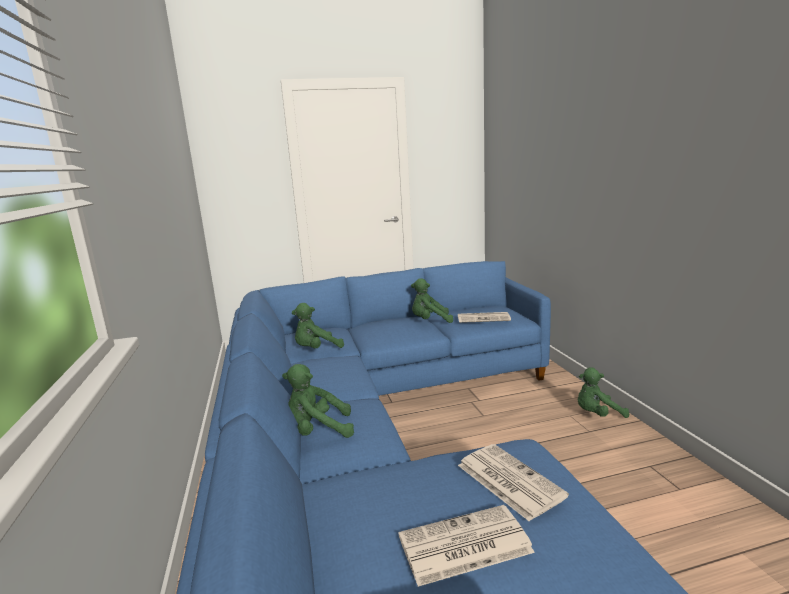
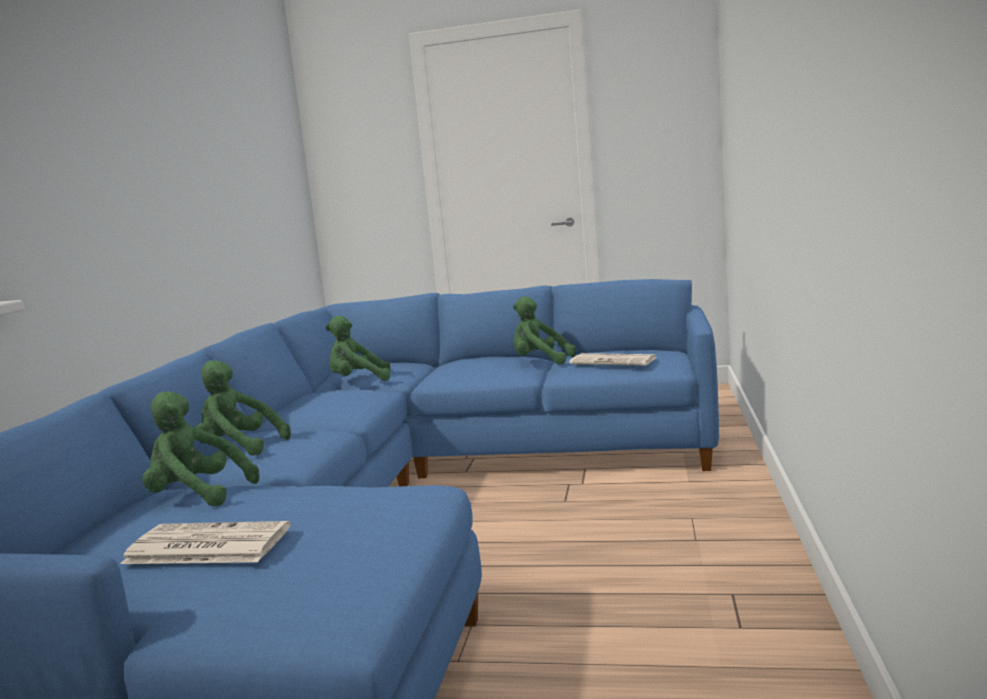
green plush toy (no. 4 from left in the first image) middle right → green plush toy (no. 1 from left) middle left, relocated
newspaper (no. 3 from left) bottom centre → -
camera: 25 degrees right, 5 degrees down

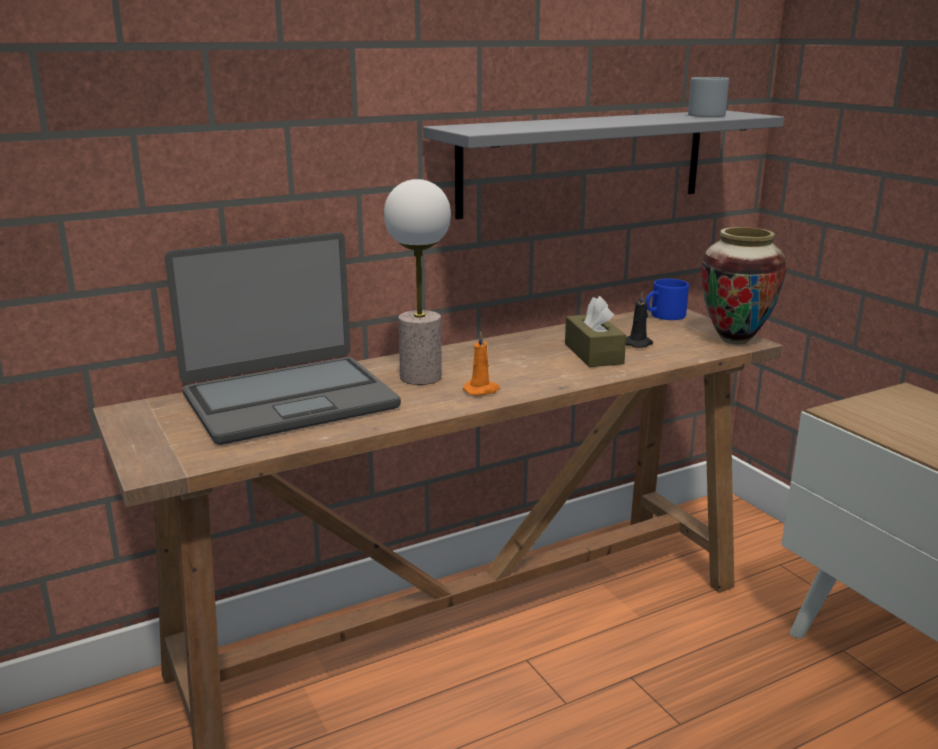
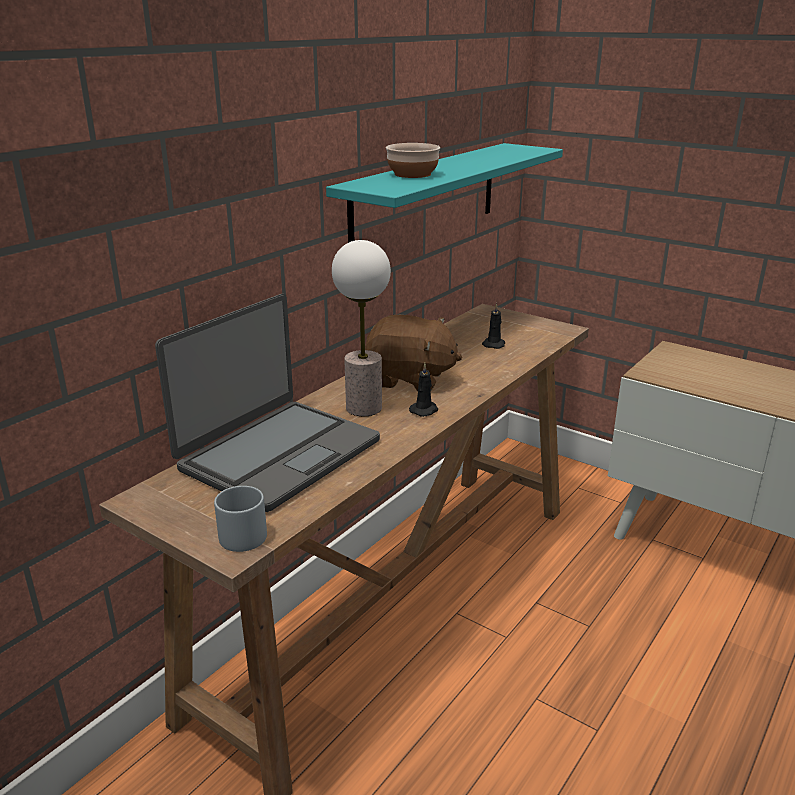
grey mug top right → grey mug middle left, relocated
grey shelf top centre → turquoise shelf top centre
- → brown plush toy centre
- → bowl top centre
orange candle centre → black candle (no. 1 from left) centre
brown tissue box centre → -
blue mug middle right → -
vase middle right → -
camera: 25 degrees left, 5 degrees up

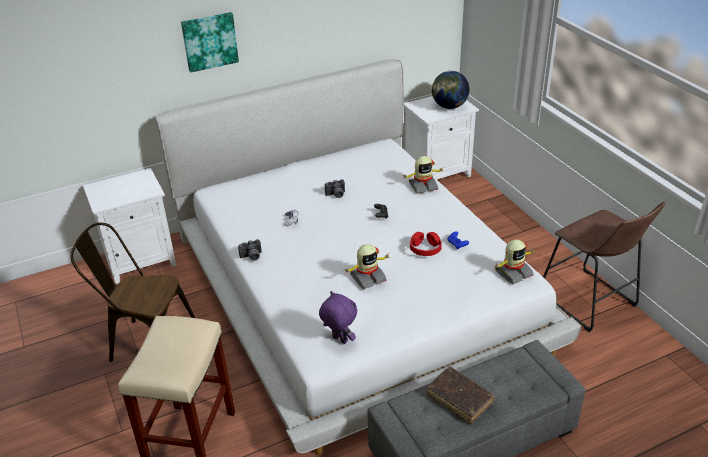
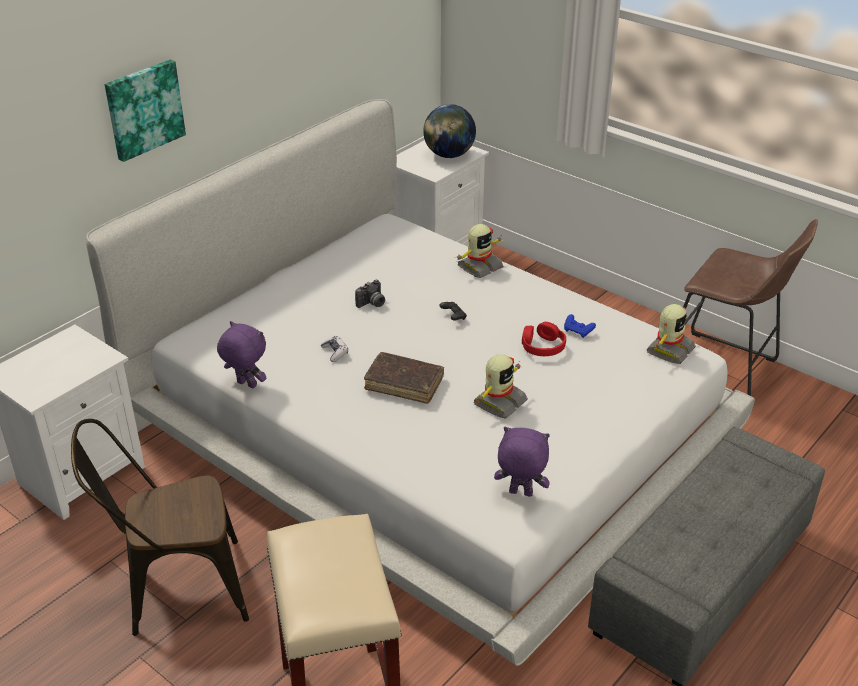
- → purple plush toy (no. 1 from left) middle left
brown book bottom centre → brown book centre, relocated
photo camera (no. 1 from left) centre → -
camera: 25 degrees left, 0 degrees up

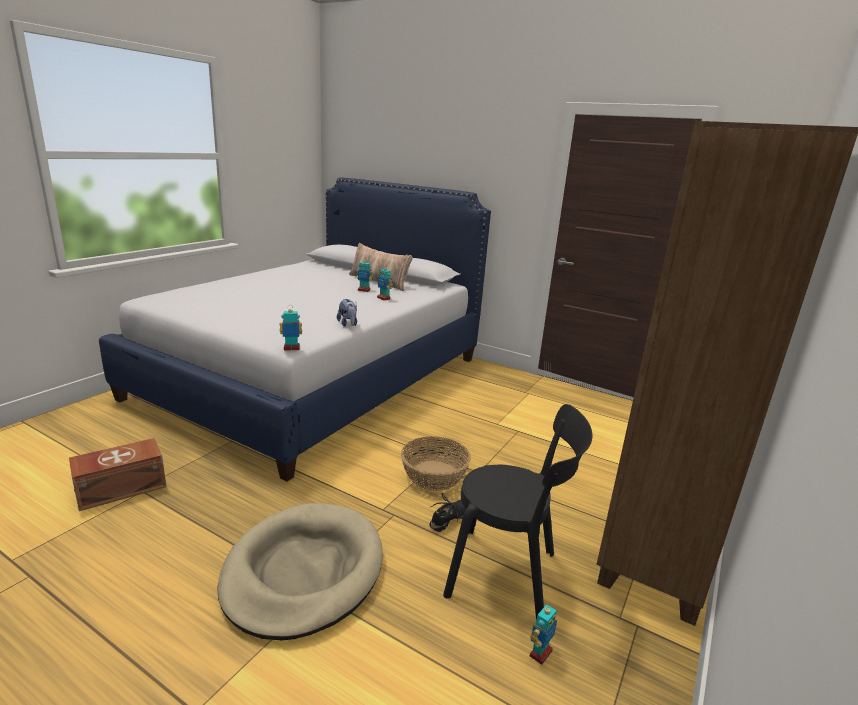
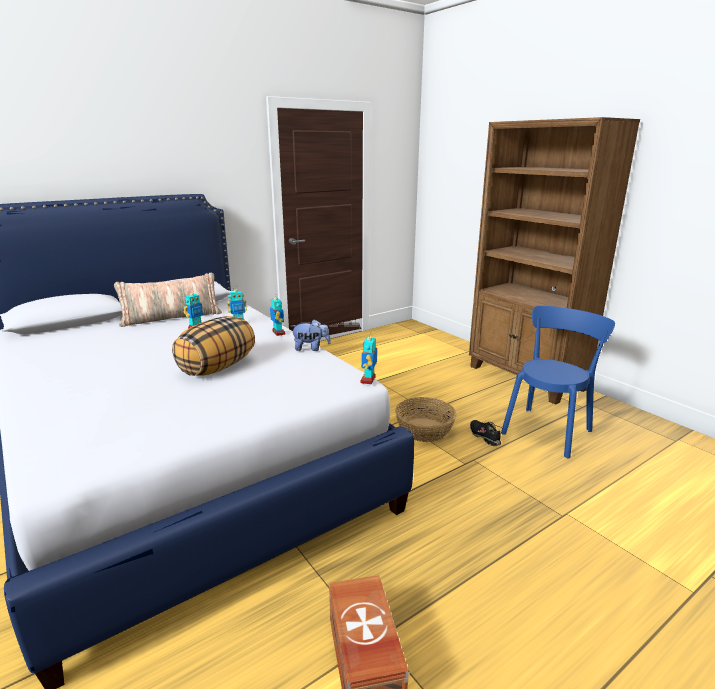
- → pillow (no. 2 from left) middle left
toy robot (no. 4 from left in the first image) bottom centre → toy robot (no. 3 from left) centre, relocated
black chair bottom centre → blue chair middle right
beige dog bed bottom centre → -
camera: 65 degrees left, 0 degrees up

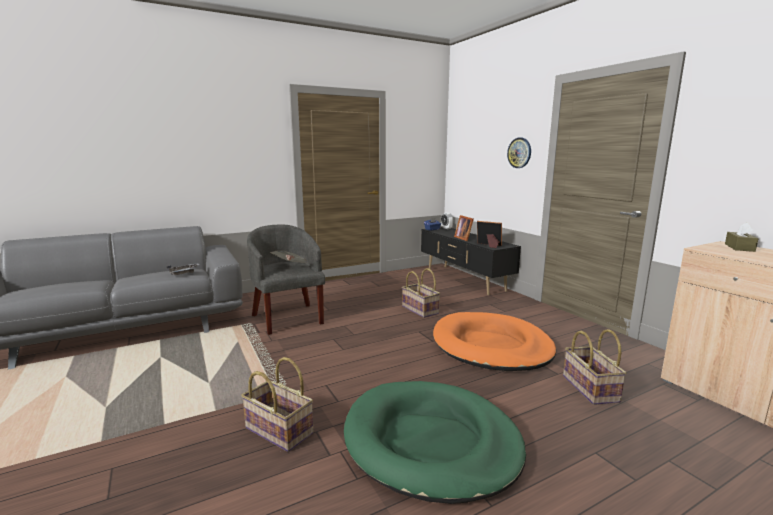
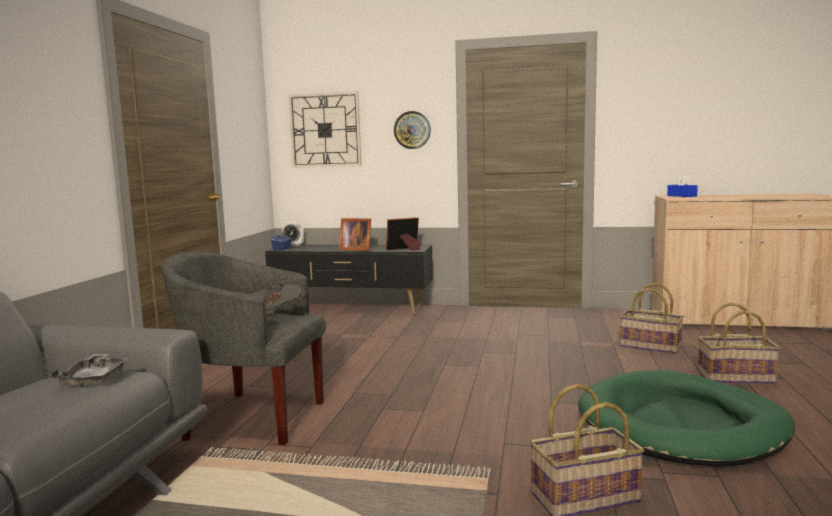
- → wall clock (no. 1 from left) top centre
brown tissue box middle right → blue tissue box (no. 2 from left) middle right
basket (no. 2 from left in the first image) centre → basket (no. 3 from left) middle right, relocated
orange dog bed centre → -
camera: 50 degrees left, 5 degrees down

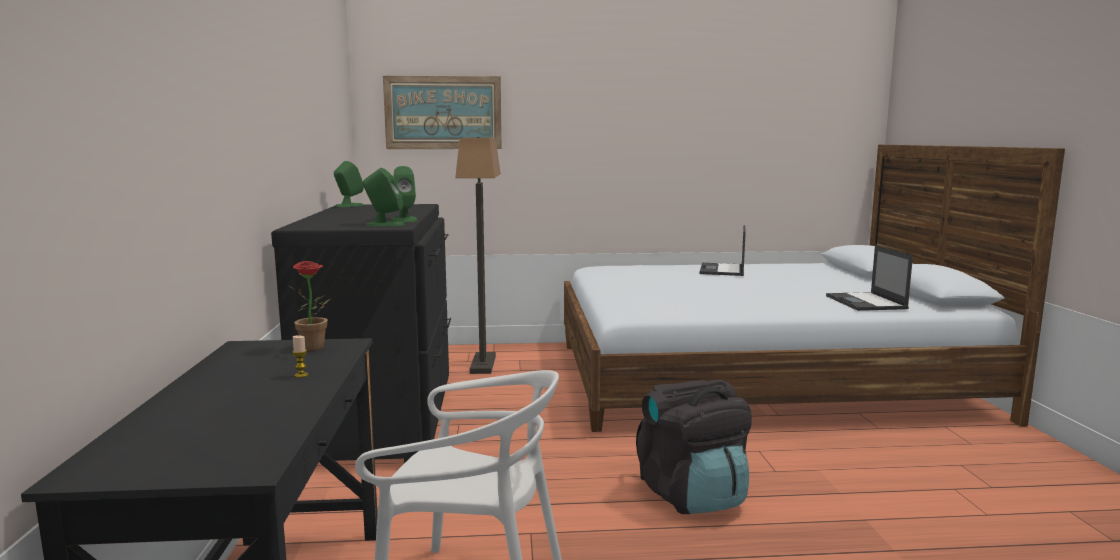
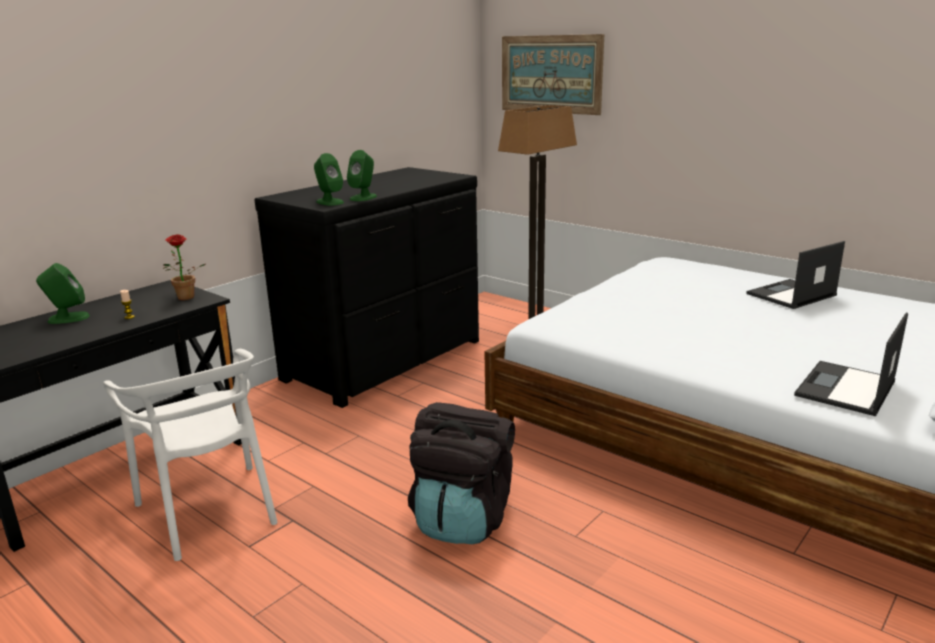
green speaker (no. 1 from left) top left → green speaker (no. 1 from left) middle left, relocated
camera: 45 degrees right, 10 degrees up

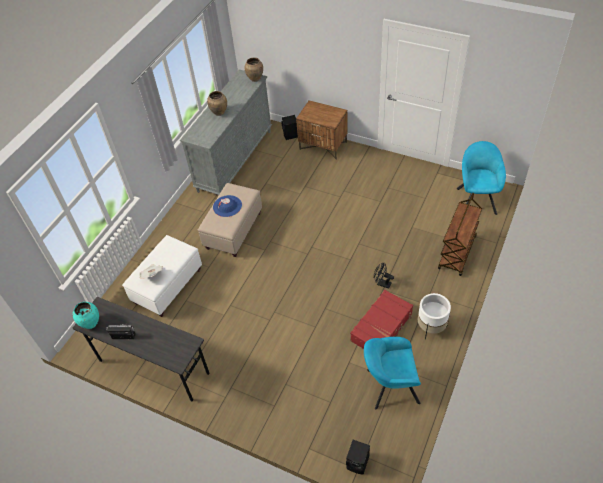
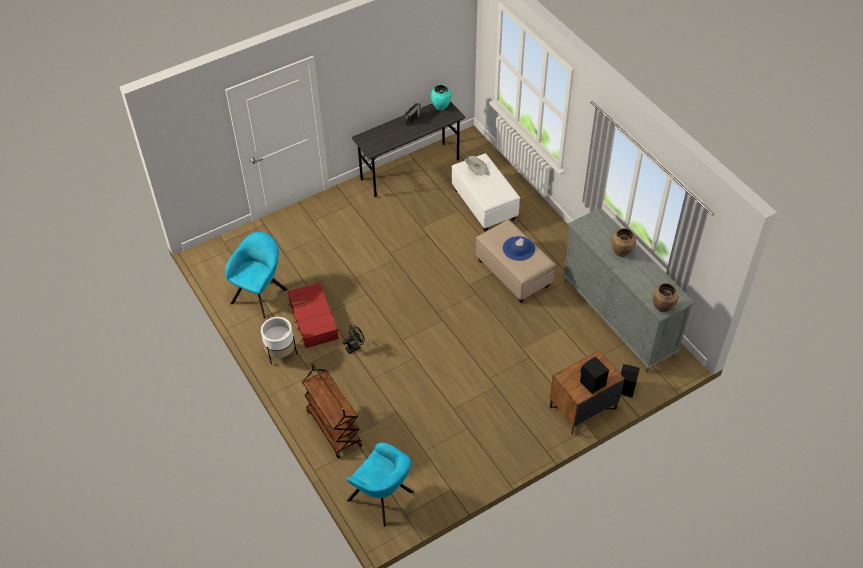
black speaker (no. 2 from left in the first image) bottom centre → black speaker (no. 1 from left) middle right, relocated
camera: 120 degrees right, 0 degrees up

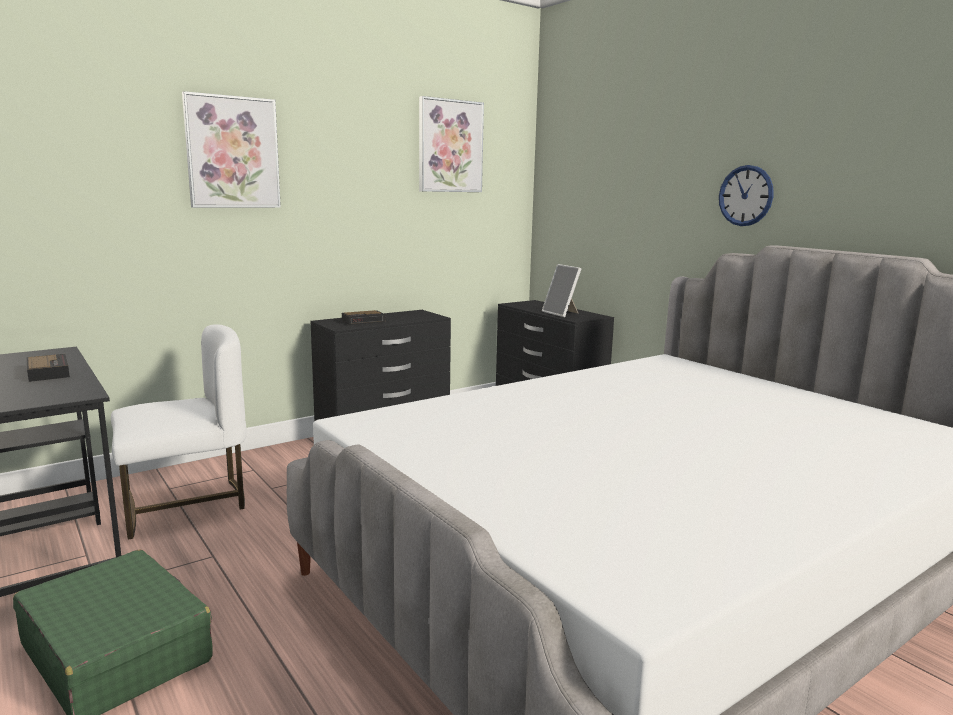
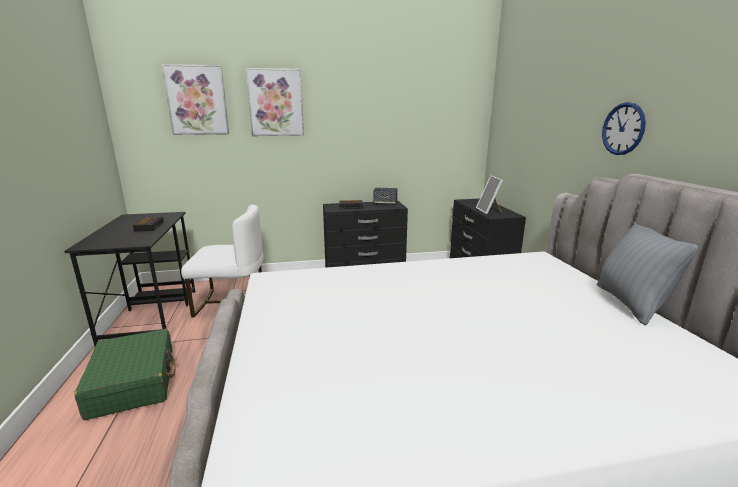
picture (no. 2 from left in the first image) top centre → picture (no. 1 from left) top left, relocated
- → speaker centre
- → grey pillow middle right
camera: 25 degrees right, 5 degrees up

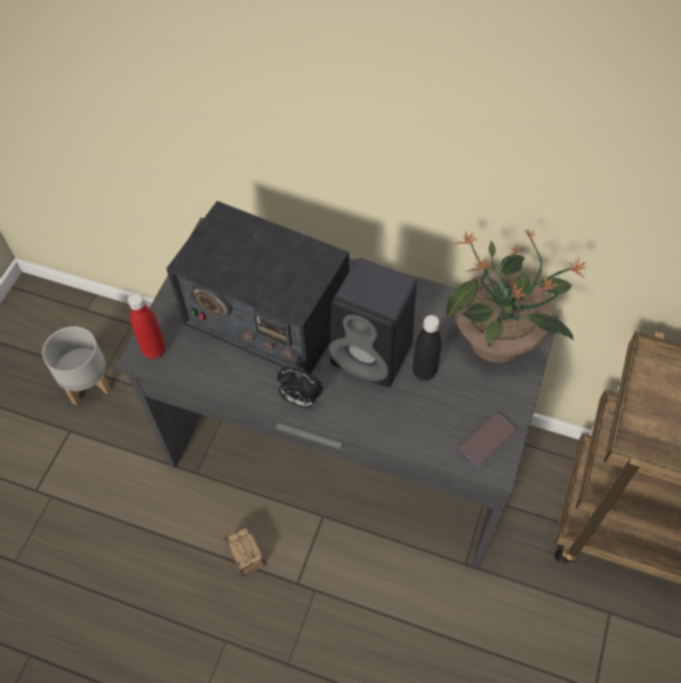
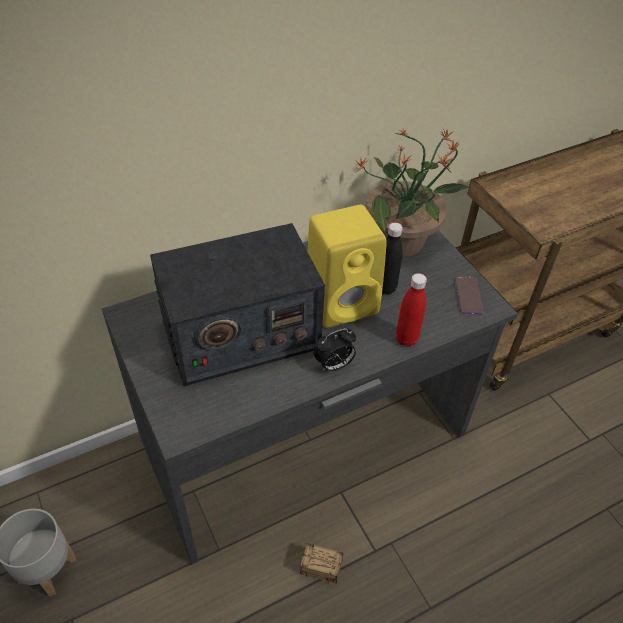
black speaker centre → yellow speaker centre
red bottle middle left → red bottle centre, relocated
camera: 50 degrees left, 10 degrees down

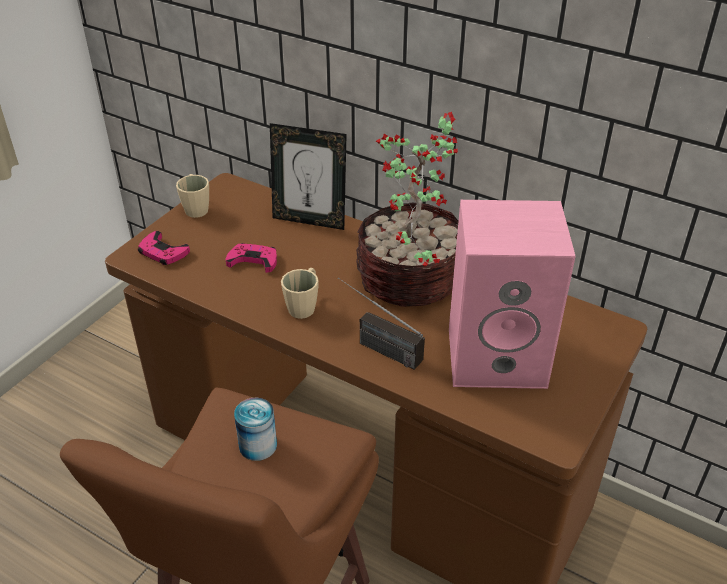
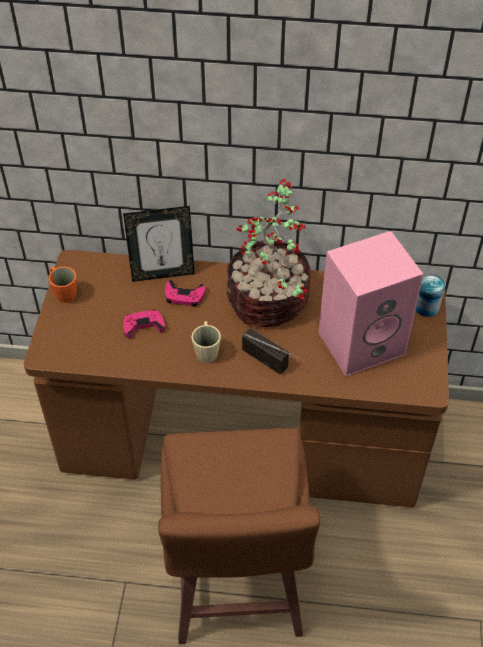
beige mug (no. 1 from left) middle left → orange mug middle left
pink game controller (no. 1 from left in the first image) middle left → pink game controller (no. 2 from left) centre, relocated
radio centre, 150 degrees counterclockwise
can bottom centre → can middle right, relocated
camera: 25 degrees left, 10 degrees up

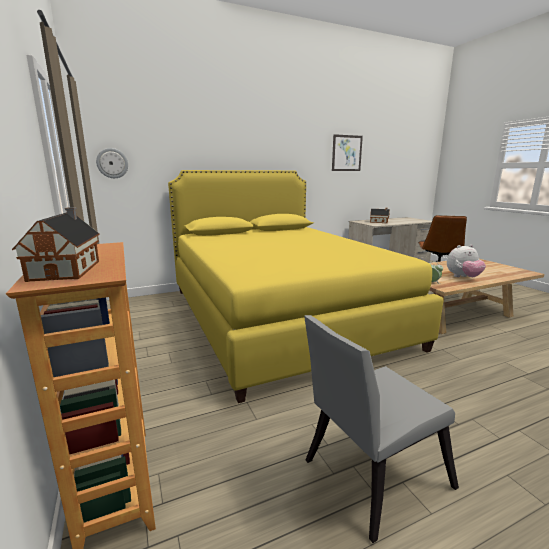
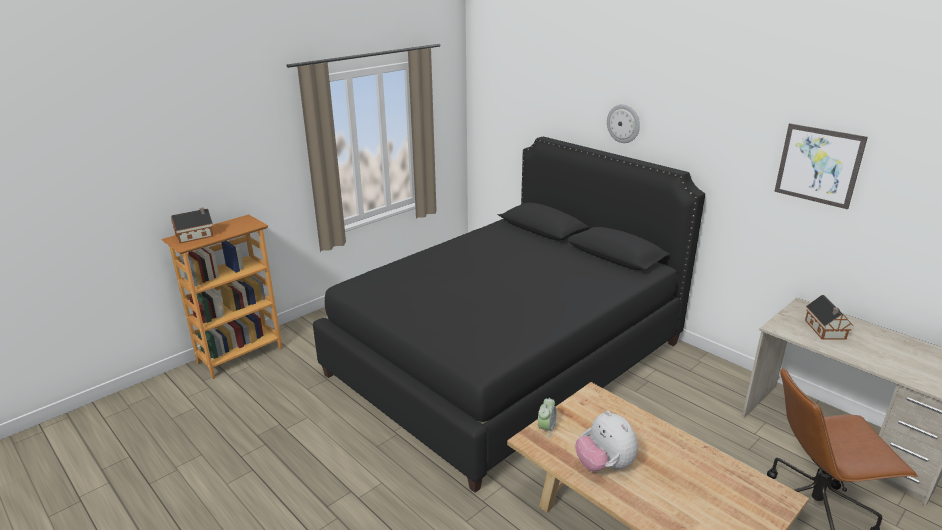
yellow bed centre → black bed centre
wall clock top left → wall clock top centre, relocated
grey chair bottom right → -
camera: 70 degrees right, 10 degrees up

